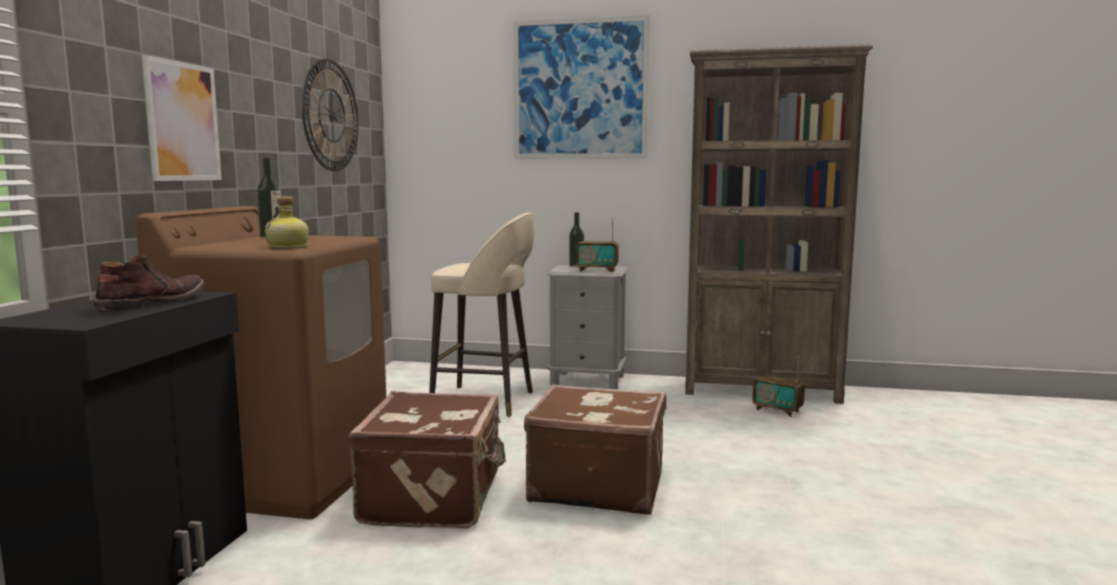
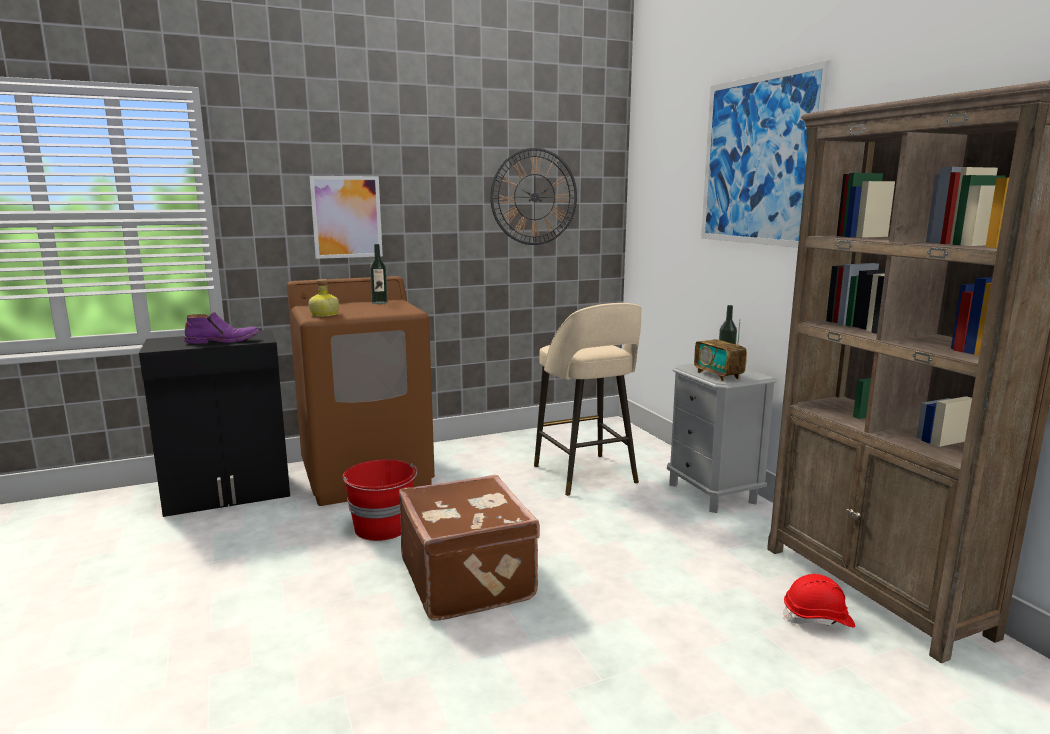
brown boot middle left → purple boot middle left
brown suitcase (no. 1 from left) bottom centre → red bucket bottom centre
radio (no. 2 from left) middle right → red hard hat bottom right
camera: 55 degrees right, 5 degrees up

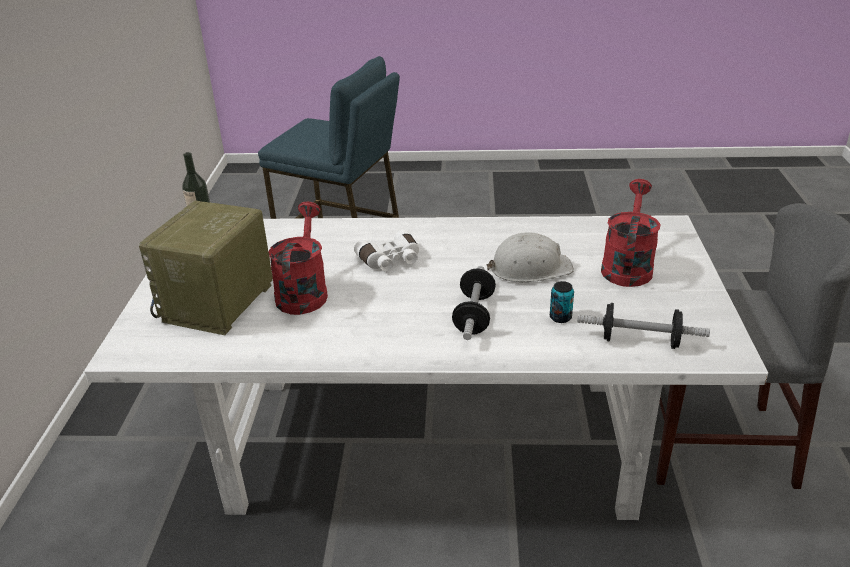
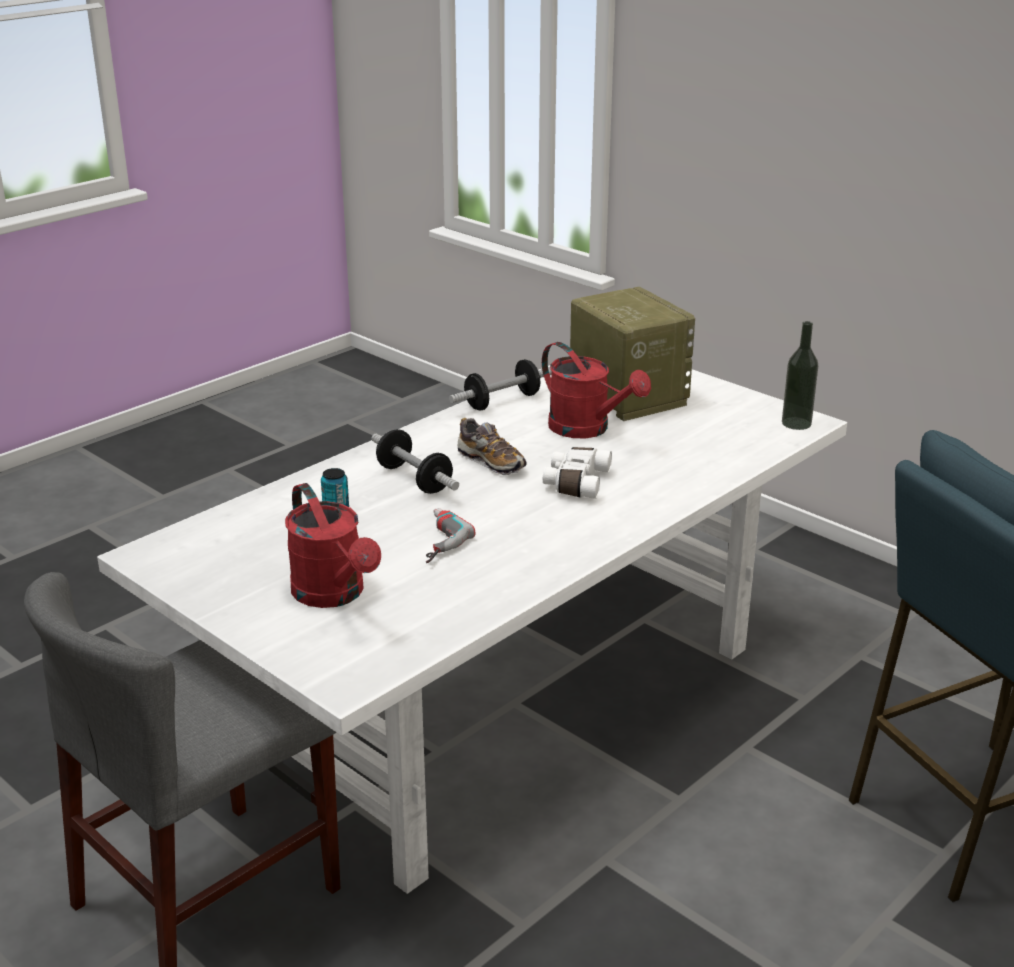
white hard hat centre → power drill centre
dumbbell (no. 2 from left) middle right → dumbbell (no. 2 from left) centre, relocated
- → shoe centre
camera: 130 degrees right, 5 degrees down

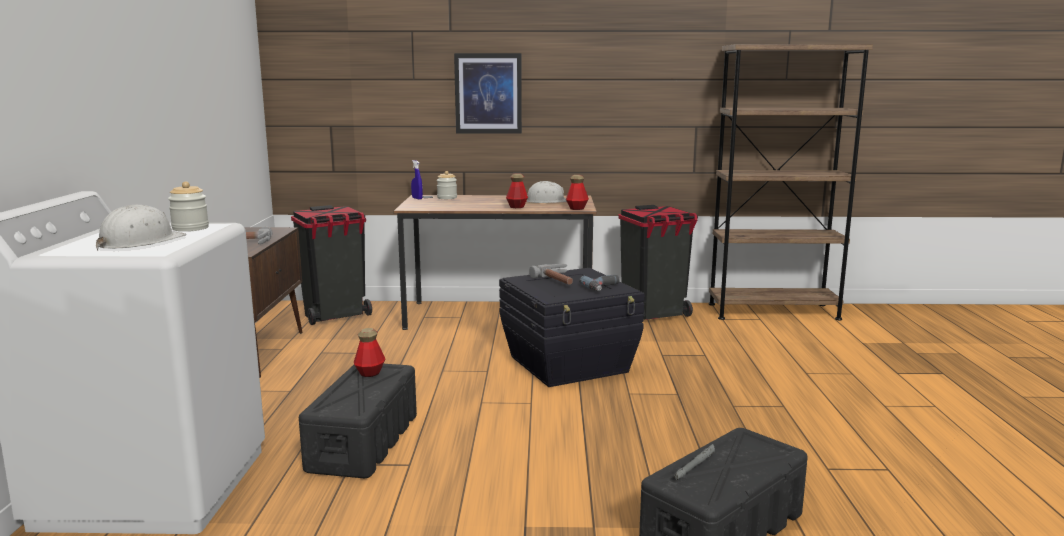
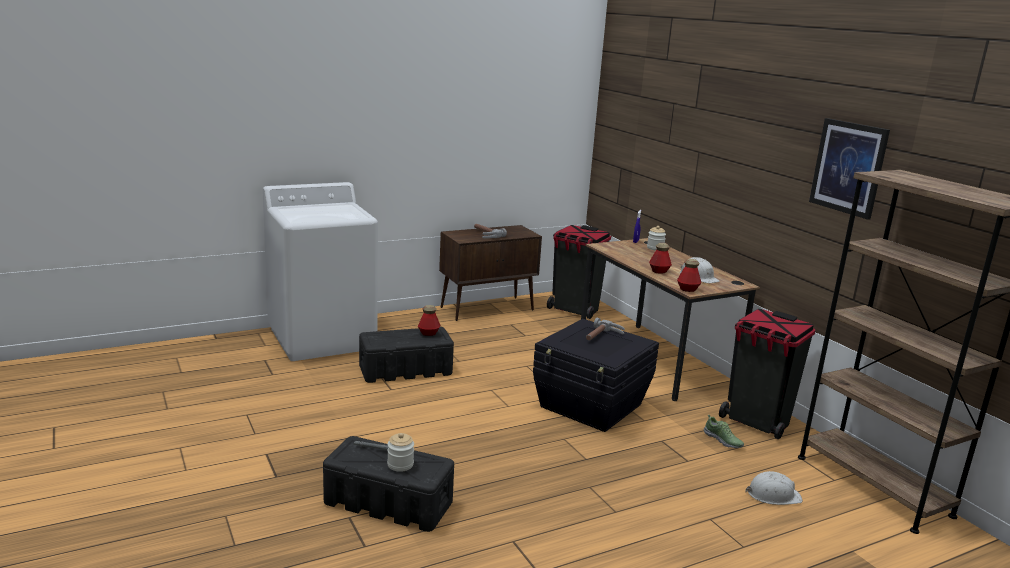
jar (no. 1 from left) middle left → jar (no. 1 from left) bottom centre, relocated
- → shoe bottom right
white hard hat (no. 1 from left in the first image) middle left → white hard hat (no. 2 from left) bottom right, relocated
picture top centre → picture top right, relocated
power drill centre → -
camera: 60 degrees right, 5 degrees up

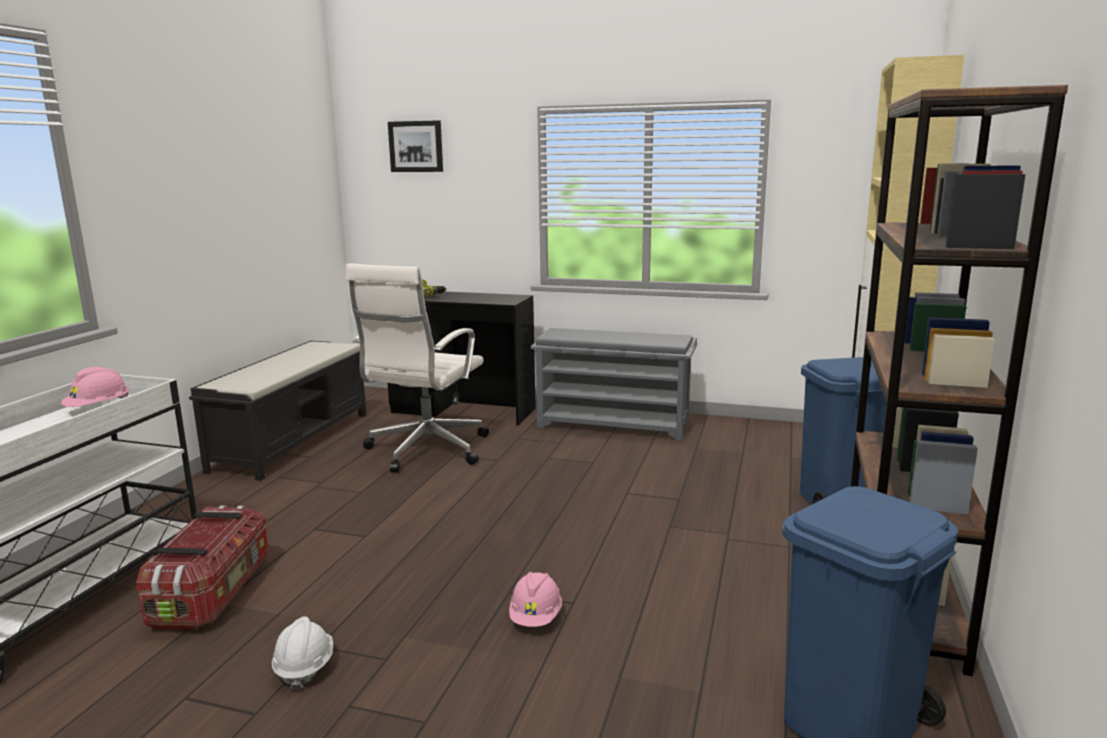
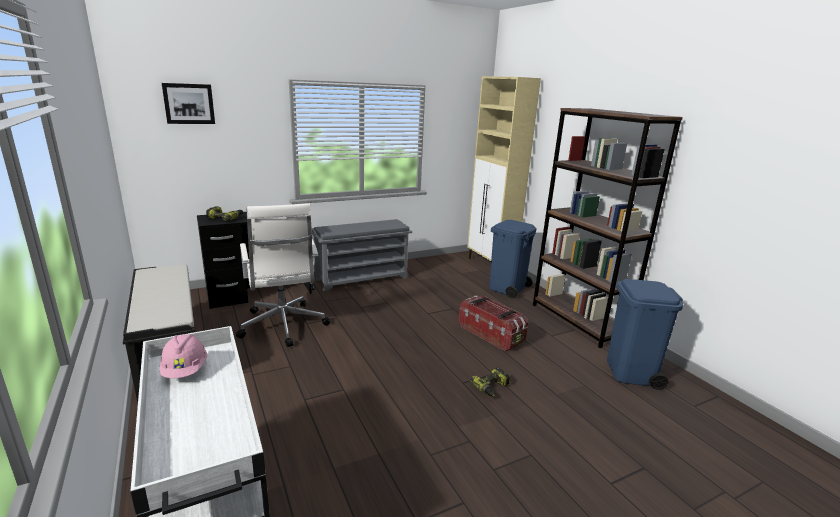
storage box bottom left → storage box centre, relocated
pink hard hat (no. 2 from left) bottom centre → power drill (no. 2 from left) bottom centre
white hard hat bottom left → -
camera: 45 degrees left, 5 degrees up

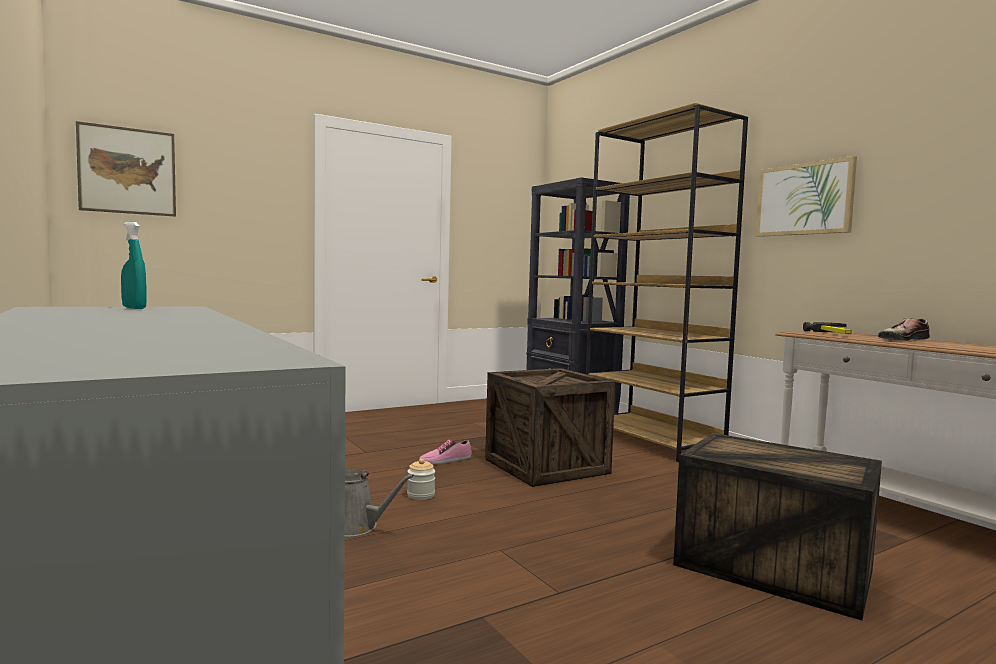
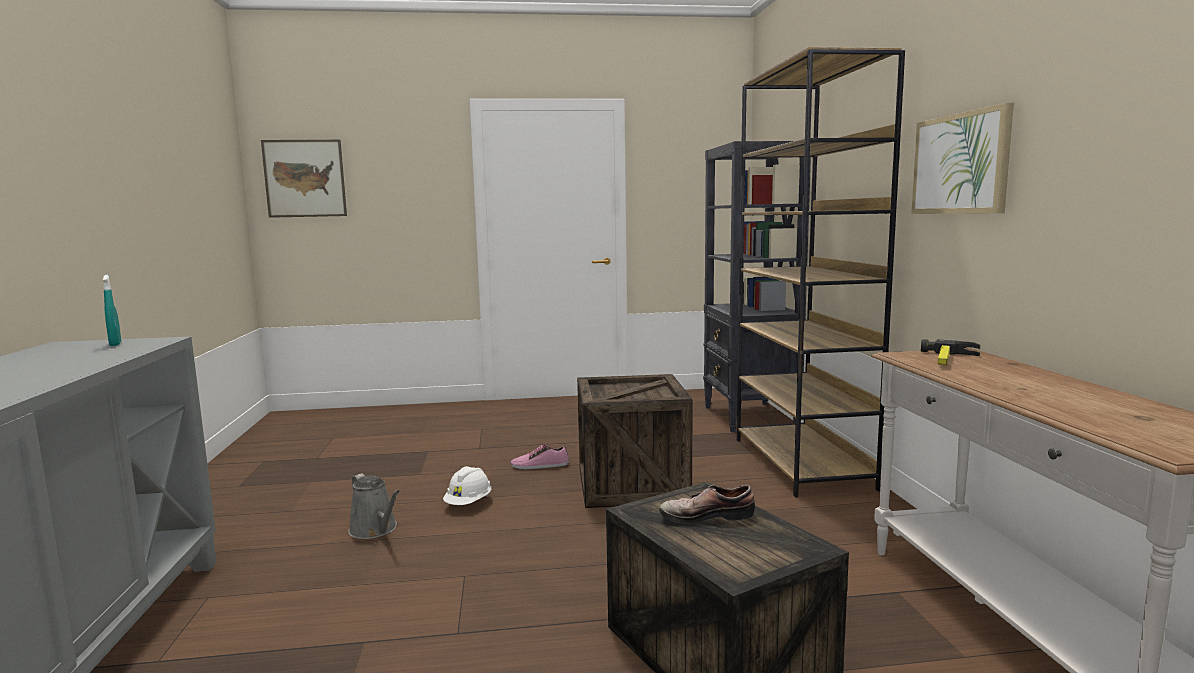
jar bottom centre → white hard hat bottom centre
shoe (no. 2 from left) middle right → shoe (no. 2 from left) bottom centre, relocated
camera: 25 degrees right, 5 degrees up

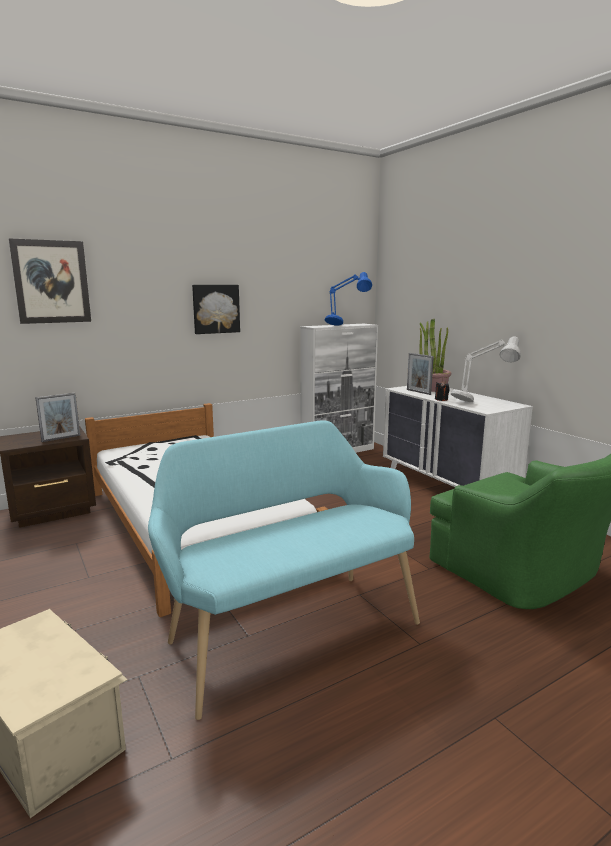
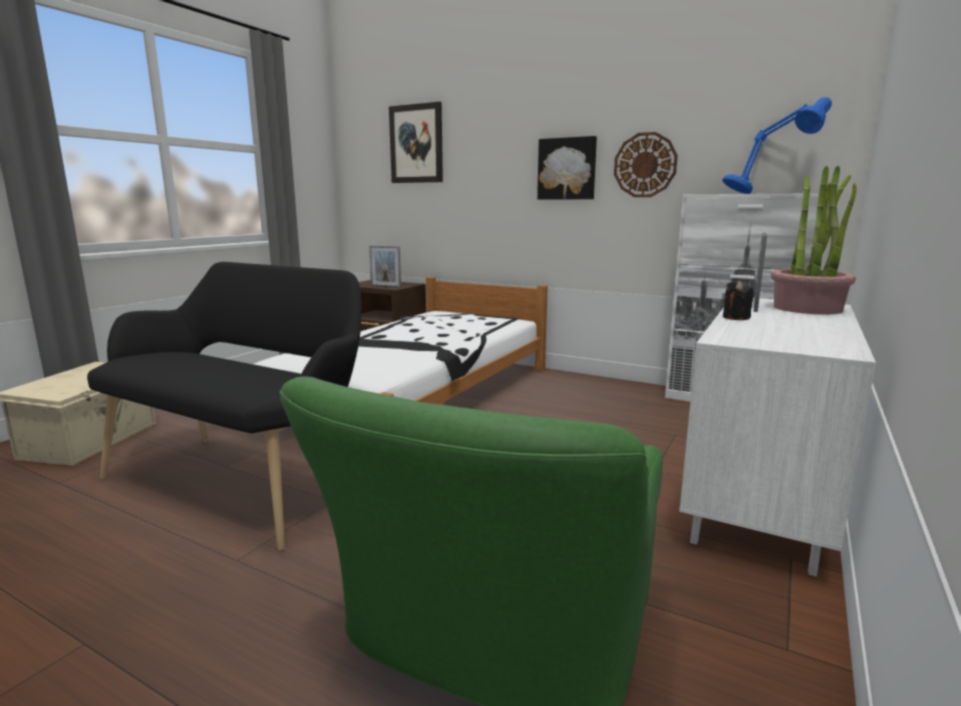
turquoise bench bottom centre → black bench middle left
- → wall clock top right
grey table lamp middle right → -
camera: 60 degrees right, 0 degrees up

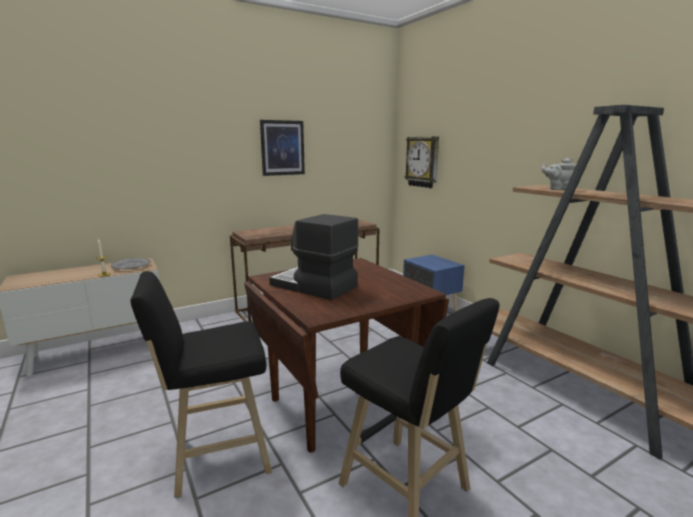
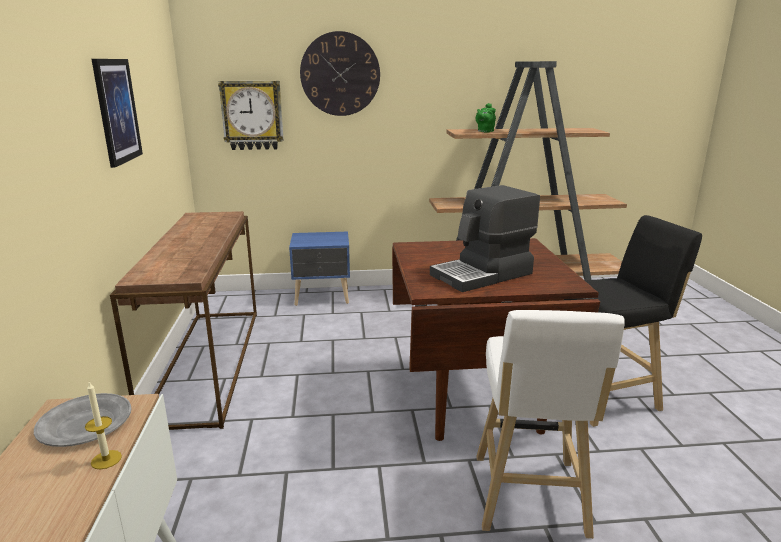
- → wall clock (no. 2 from left) top centre
grey teapot middle right → green teapot top centre
black stool (no. 1 from left) bottom left → white stool bottom right
camera: 65 degrees left, 5 degrees up

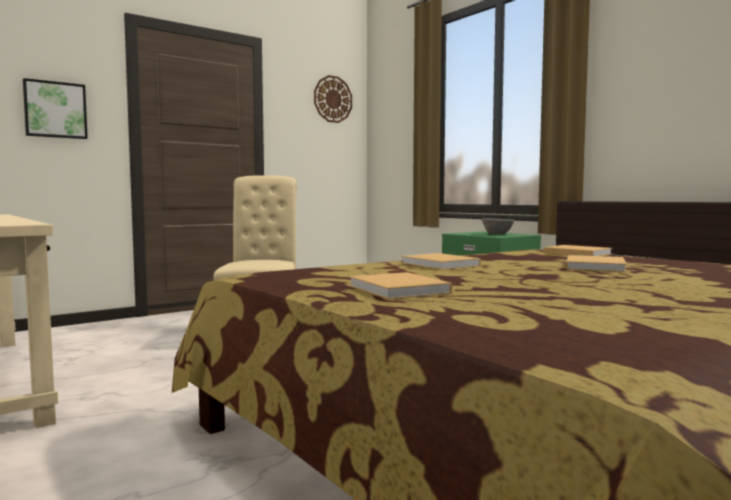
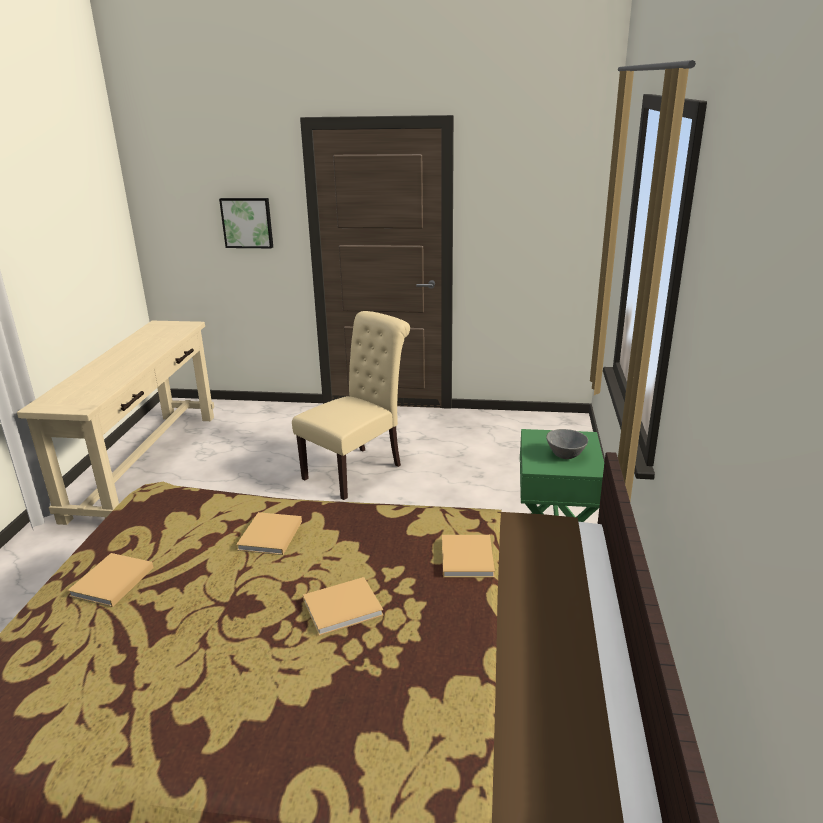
wall clock top centre → -
camera: 45 degrees right, 20 degrees up

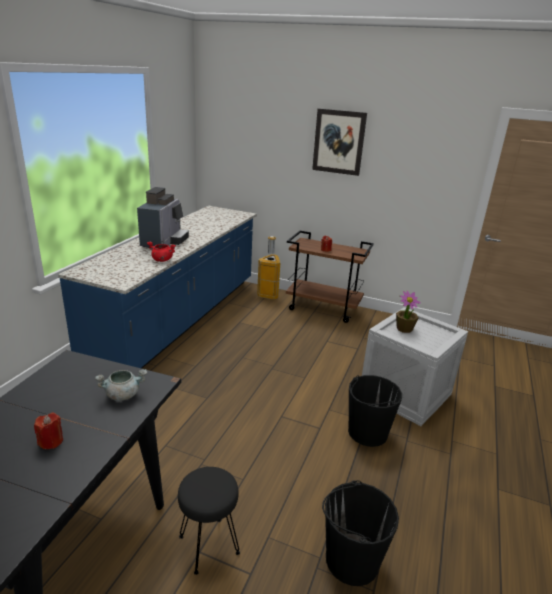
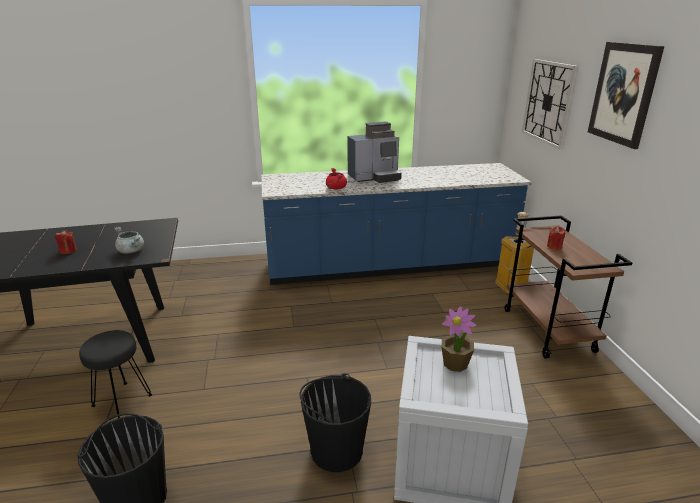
- → wall clock top right
camera: 60 degrees right, 0 degrees up

